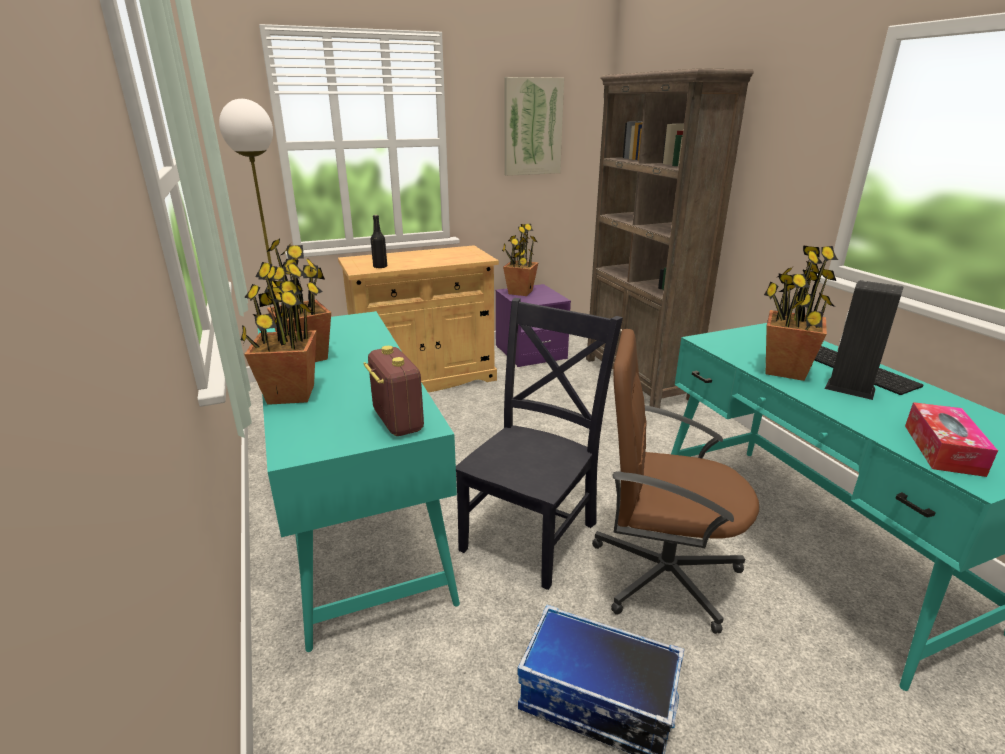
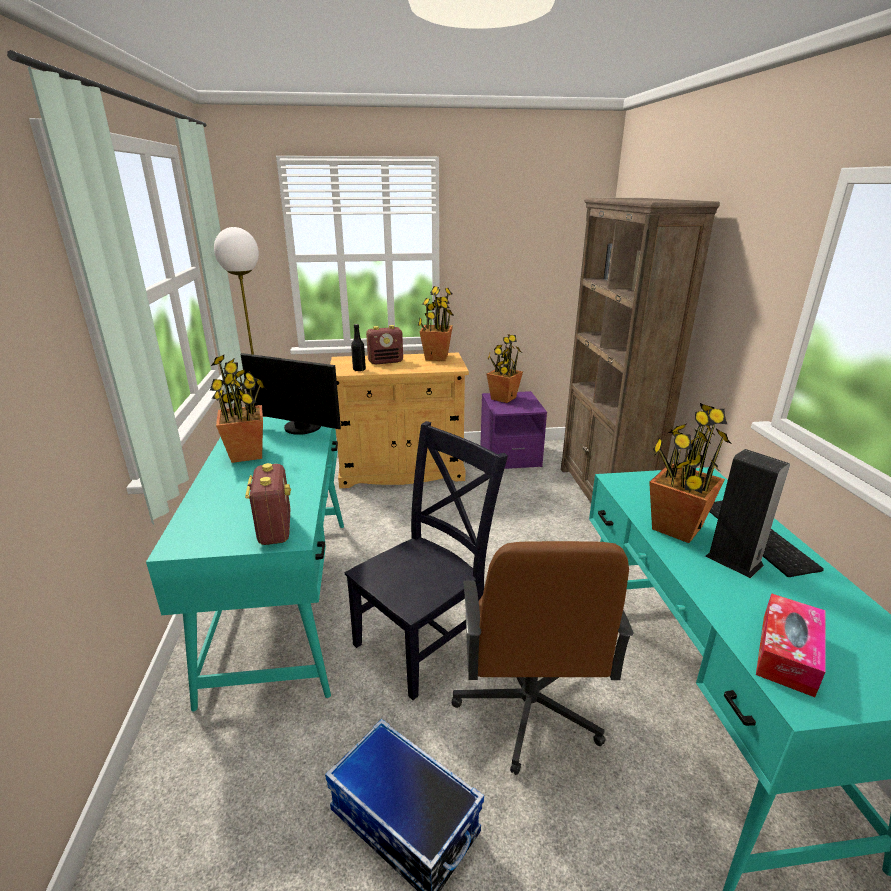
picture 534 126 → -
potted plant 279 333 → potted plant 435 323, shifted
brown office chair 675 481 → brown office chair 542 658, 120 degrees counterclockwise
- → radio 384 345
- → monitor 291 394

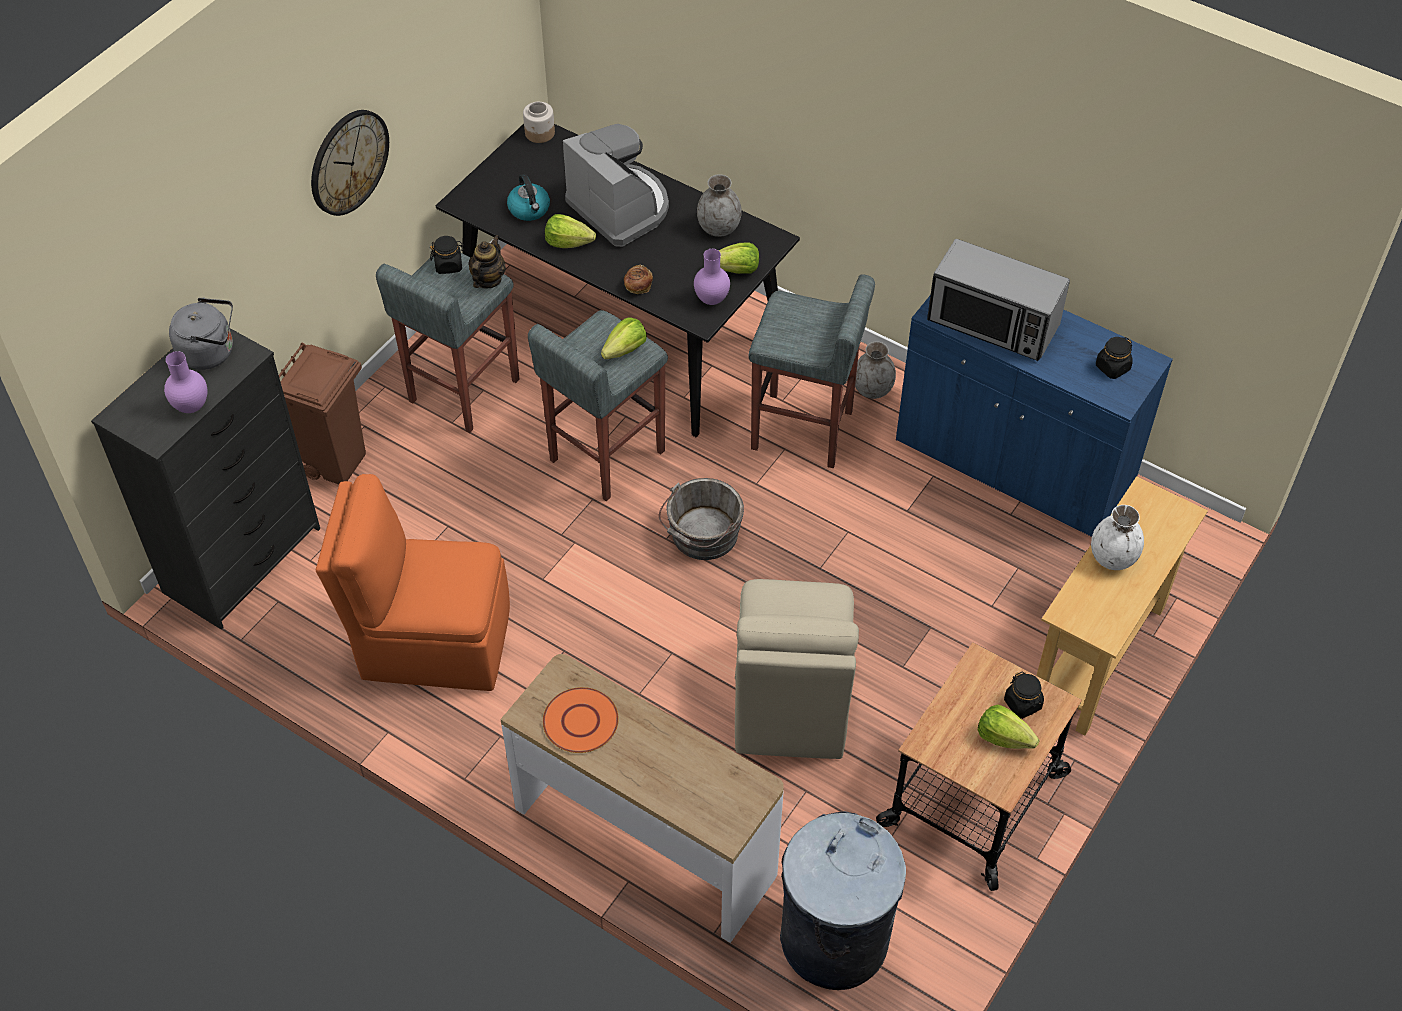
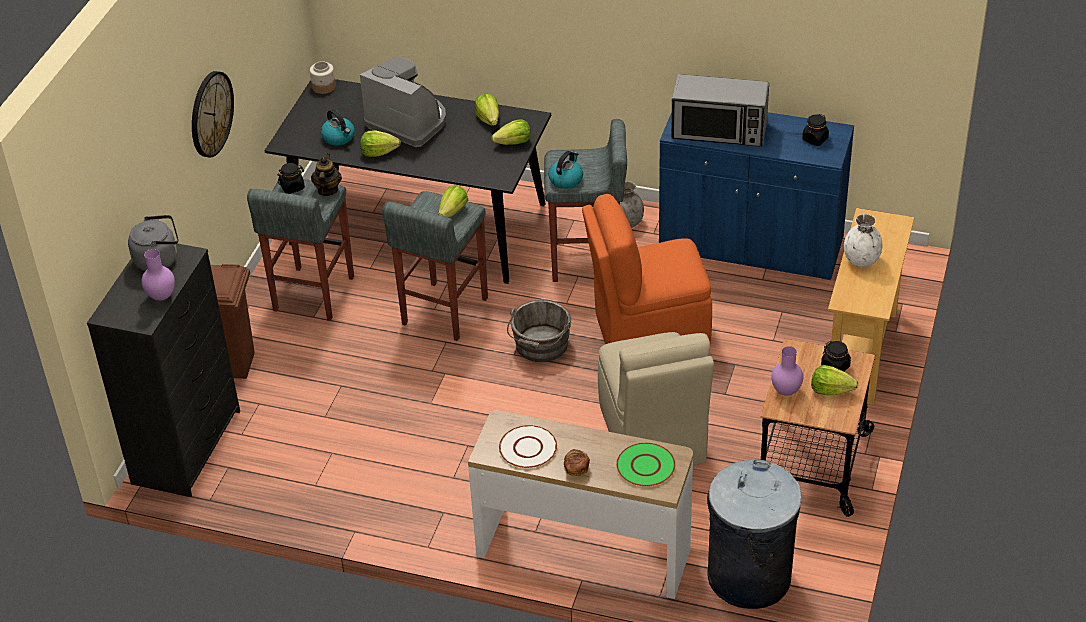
grey vase 719 205 → lettuce 487 110
purple vase 712 277 → purple vase 787 371, shifted
bread 638 279 → bread 577 462, shifted
orange chair 413 582 → orange chair 647 269, shifted
orange plate 581 720 → white plate 528 446
- → kettle 565 170
- → green plate 645 464

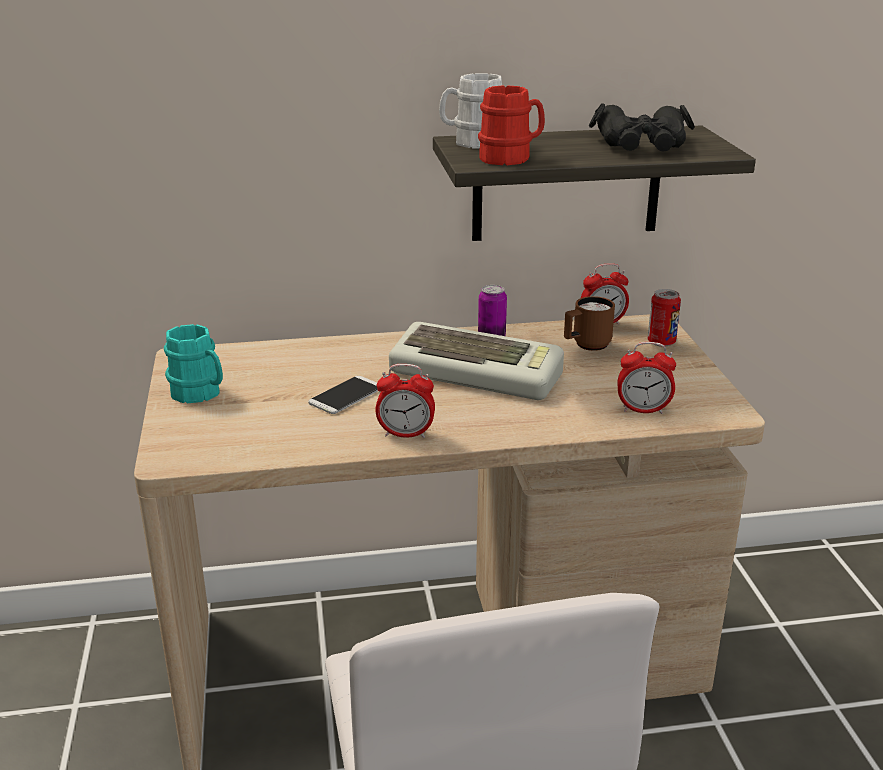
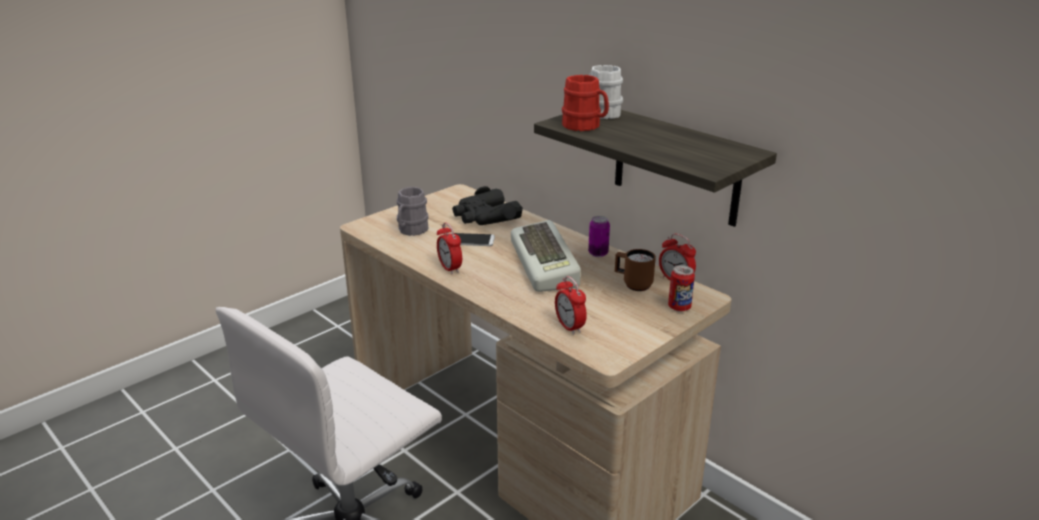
black binoculars 642 127 → black binoculars 487 205, shifted
turquoise mug 193 363 → -
- → grey mug 413 211

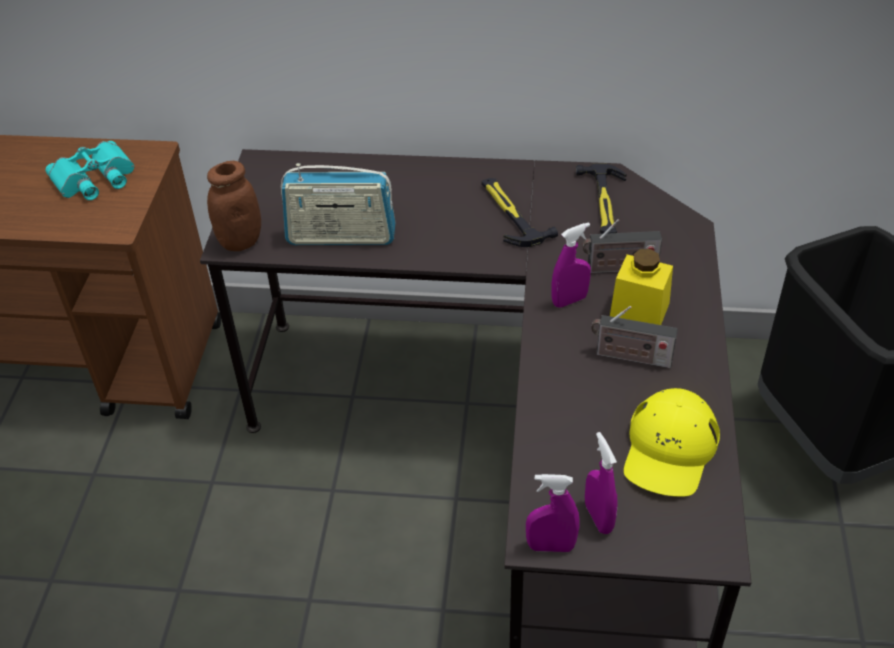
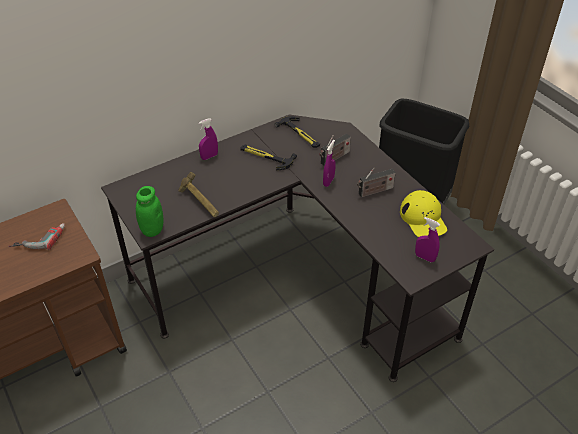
turquoise binoculars 90 170 → power drill 36 236
brown jar 234 206 → green jar 149 211
radio 338 204 → hammer 198 195
yellow jar 641 287 → -
purple spray bottle 552 513 → purple spray bottle 208 139, shifted

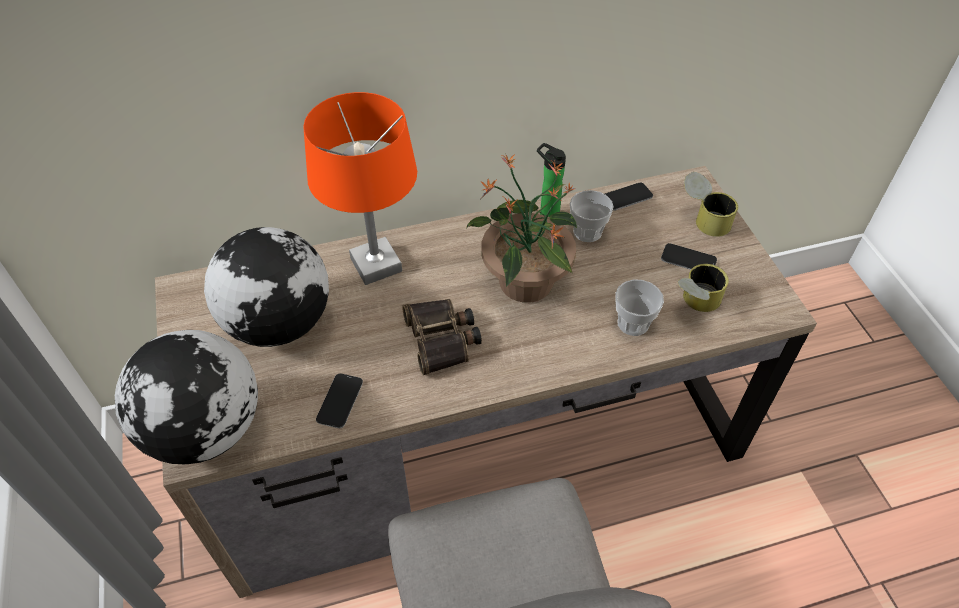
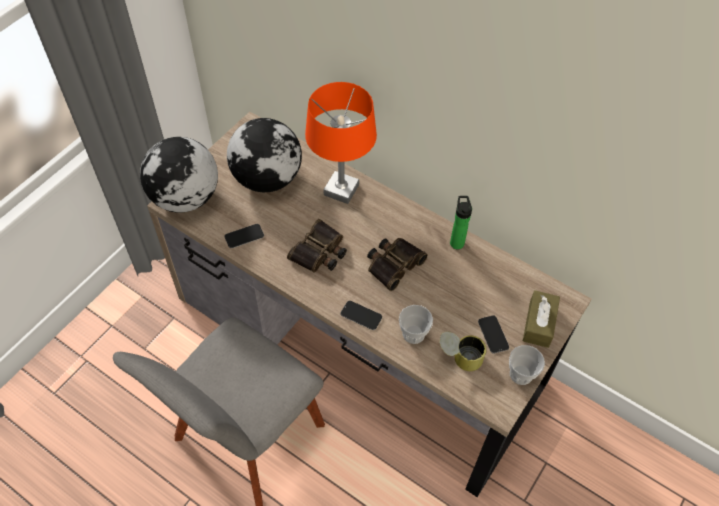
potted plant 521 228 → binoculars 397 264
can 711 204 → brown tissue box 541 319
phone 629 197 → phone 361 315, shifted
cup 592 216 → cup 527 365, shifted

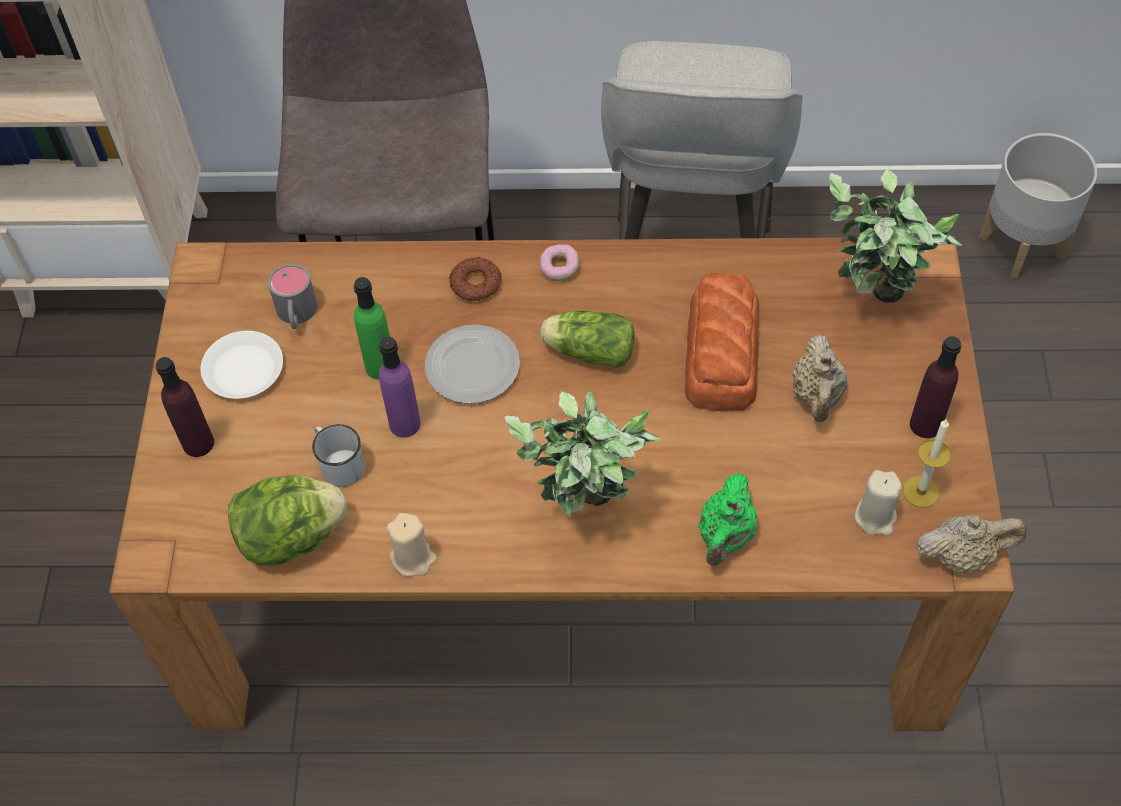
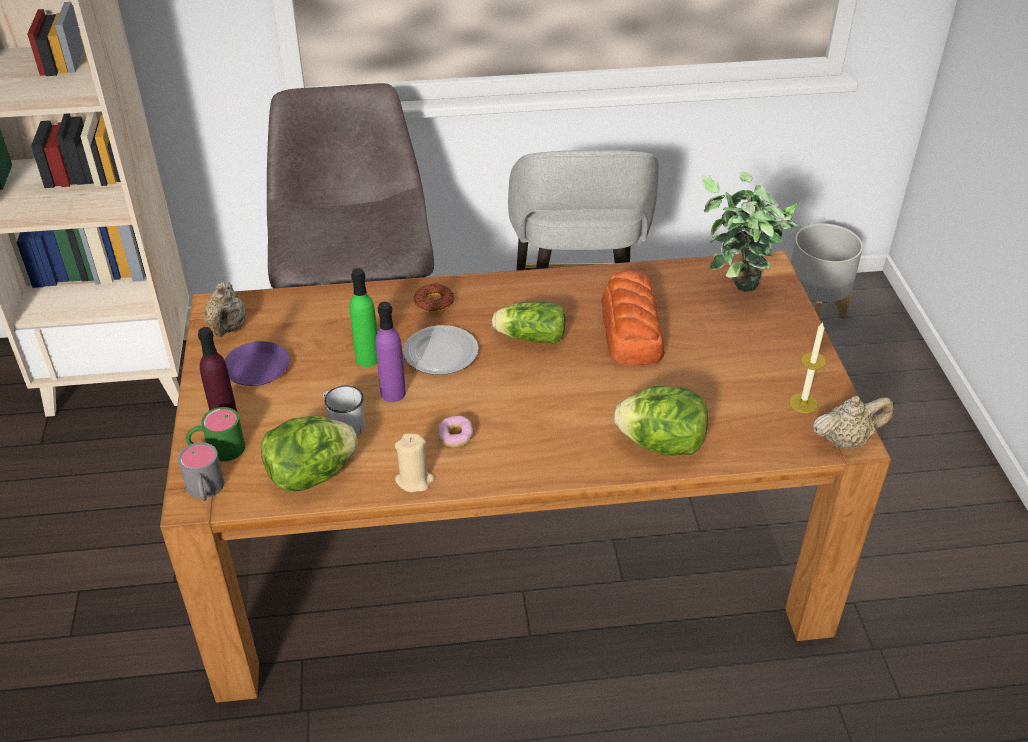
donut 560 262 → donut 455 432, shifted
grey mug 292 296 → grey mug 201 472, shifted
white plate 242 365 → purple plate 257 363
beige teapot 820 378 → beige teapot 225 309, shifted
purple bottle 935 387 → -
potted plant 582 454 → -
beige candle 878 503 → -
green teapot 728 519 → lettuce 661 420
- → green mug 215 434

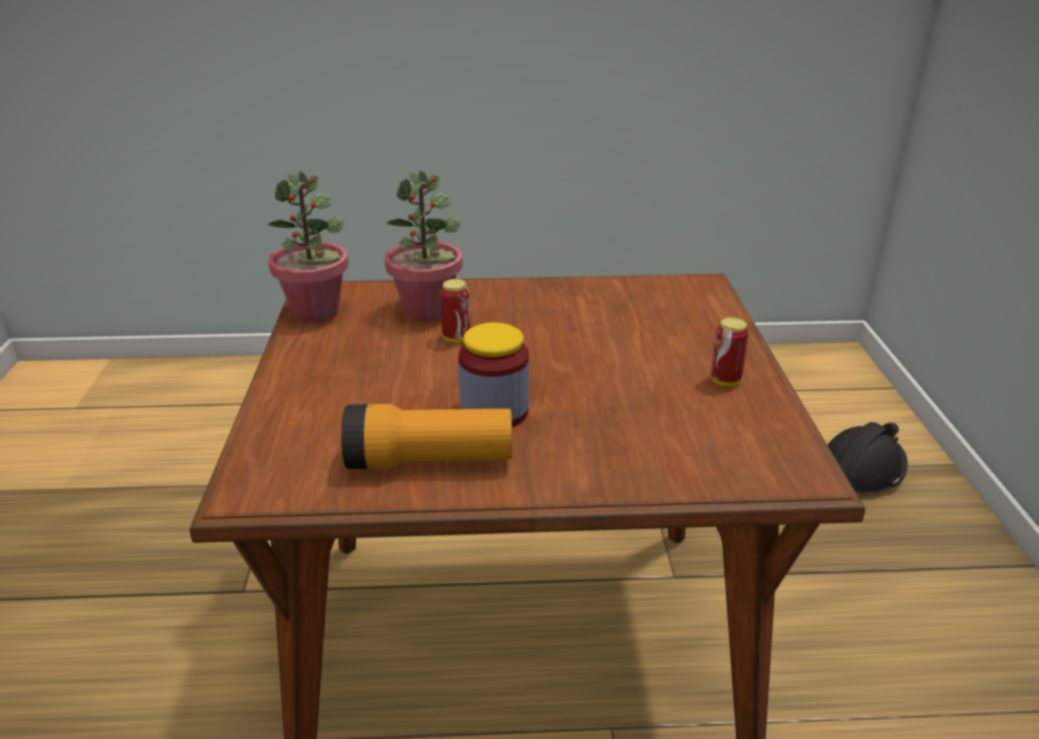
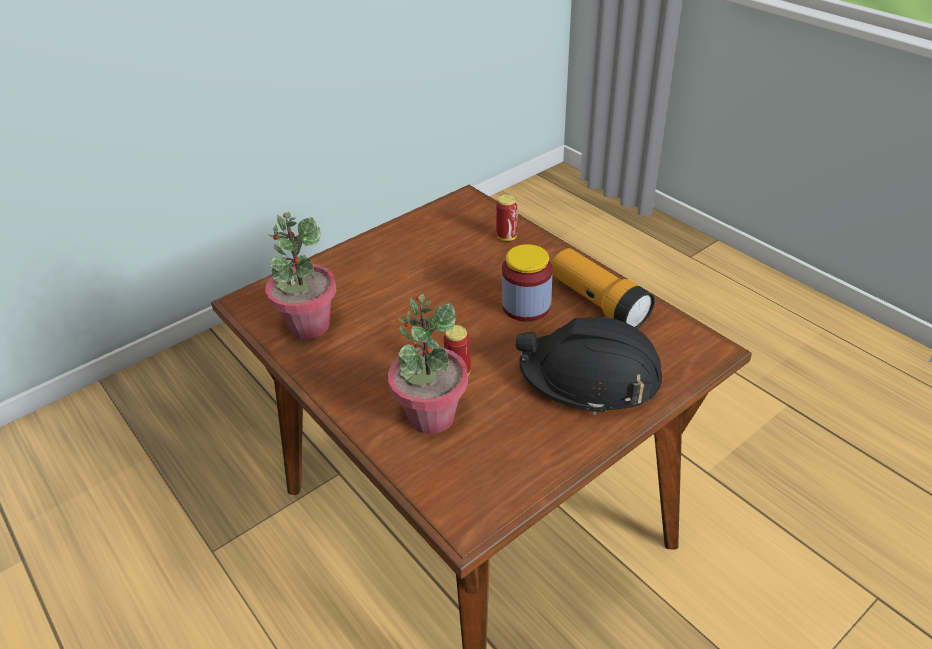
potted plant 307 247 → potted plant 301 275, shifted
can 730 351 → can 507 218, shifted
black hard hat 867 457 → black hard hat 589 366, shifted

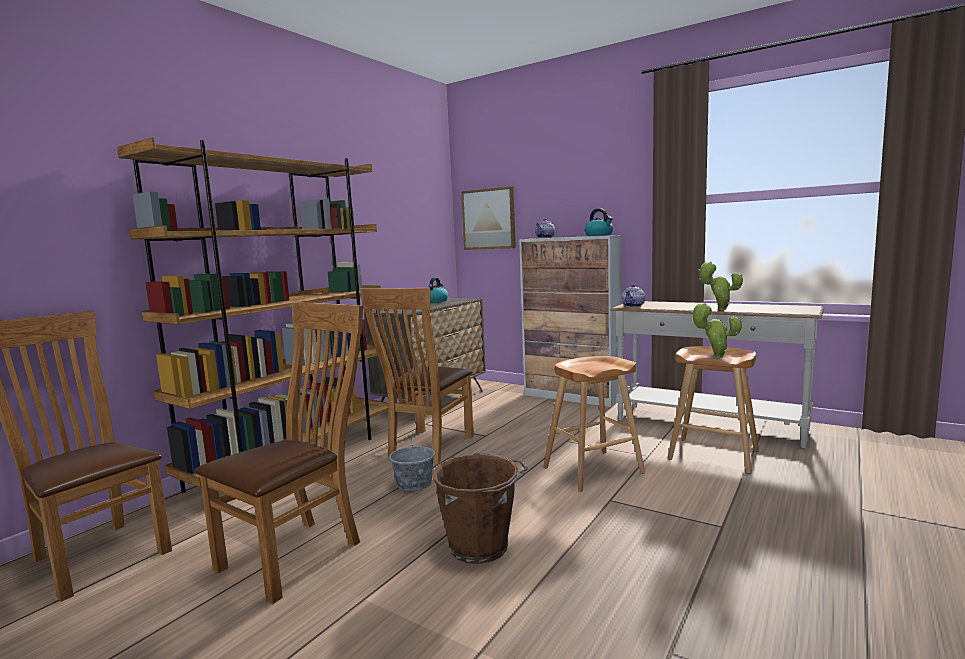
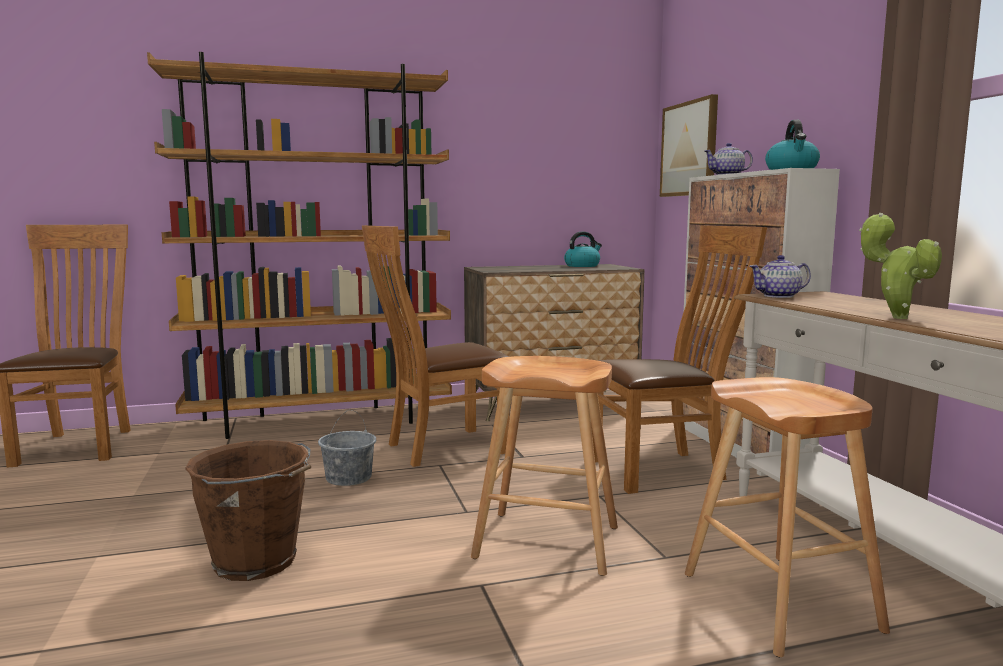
brown chair 279 453 → brown chair 679 360, shifted
potted plant 716 330 → -

